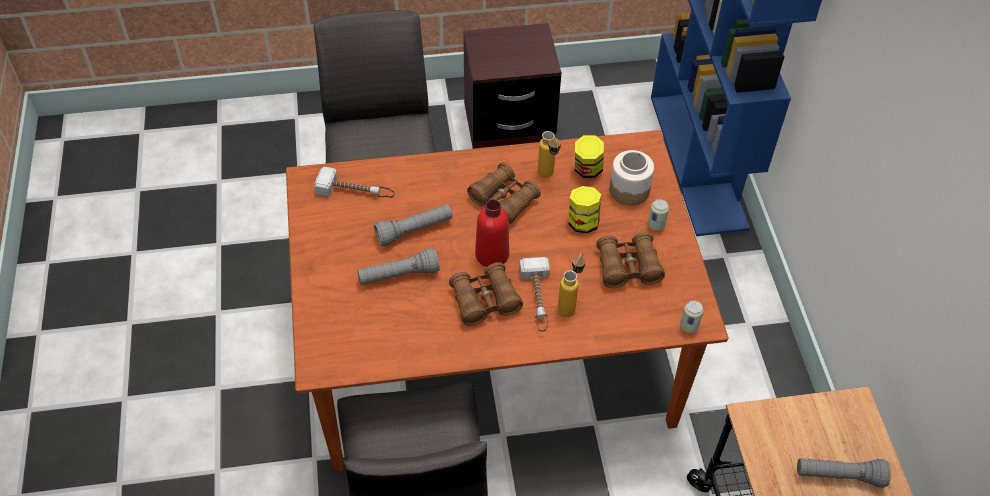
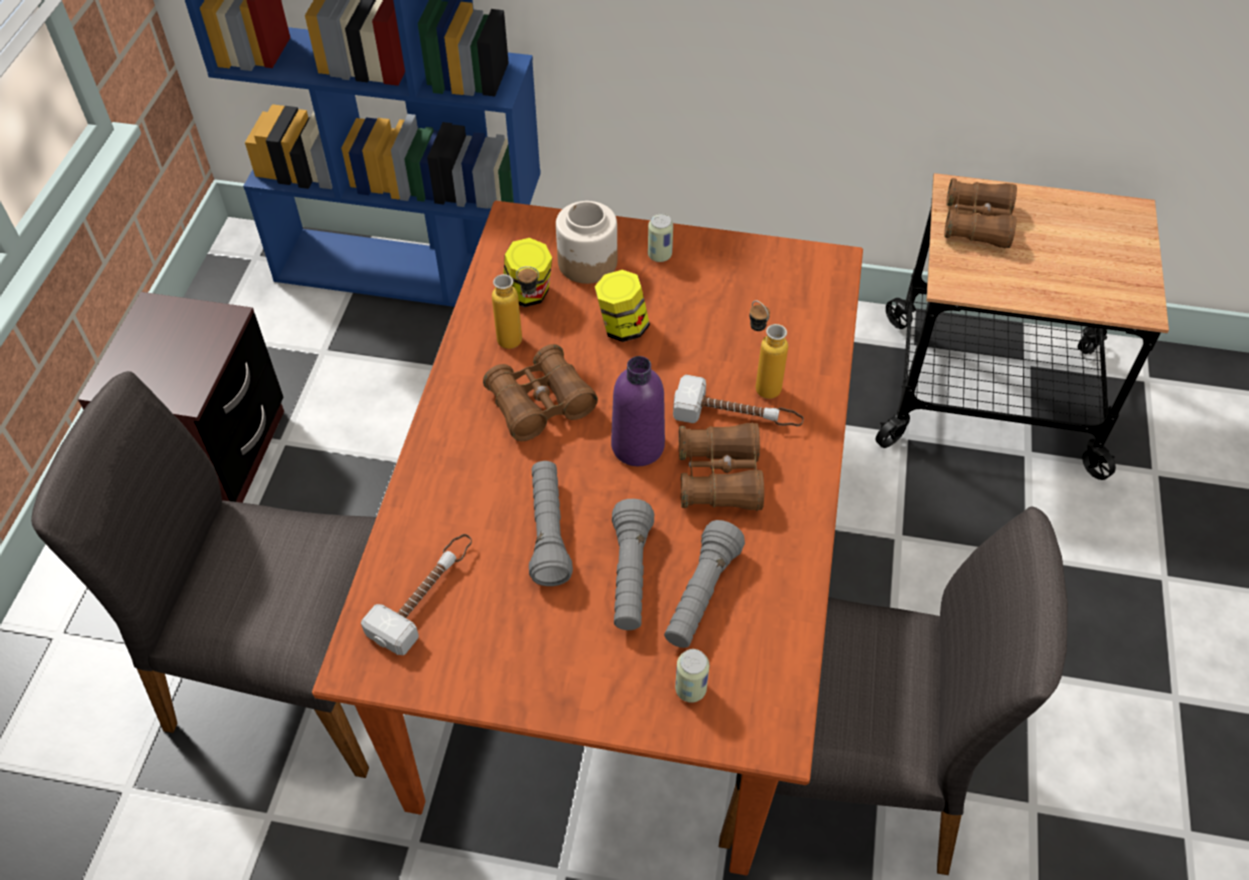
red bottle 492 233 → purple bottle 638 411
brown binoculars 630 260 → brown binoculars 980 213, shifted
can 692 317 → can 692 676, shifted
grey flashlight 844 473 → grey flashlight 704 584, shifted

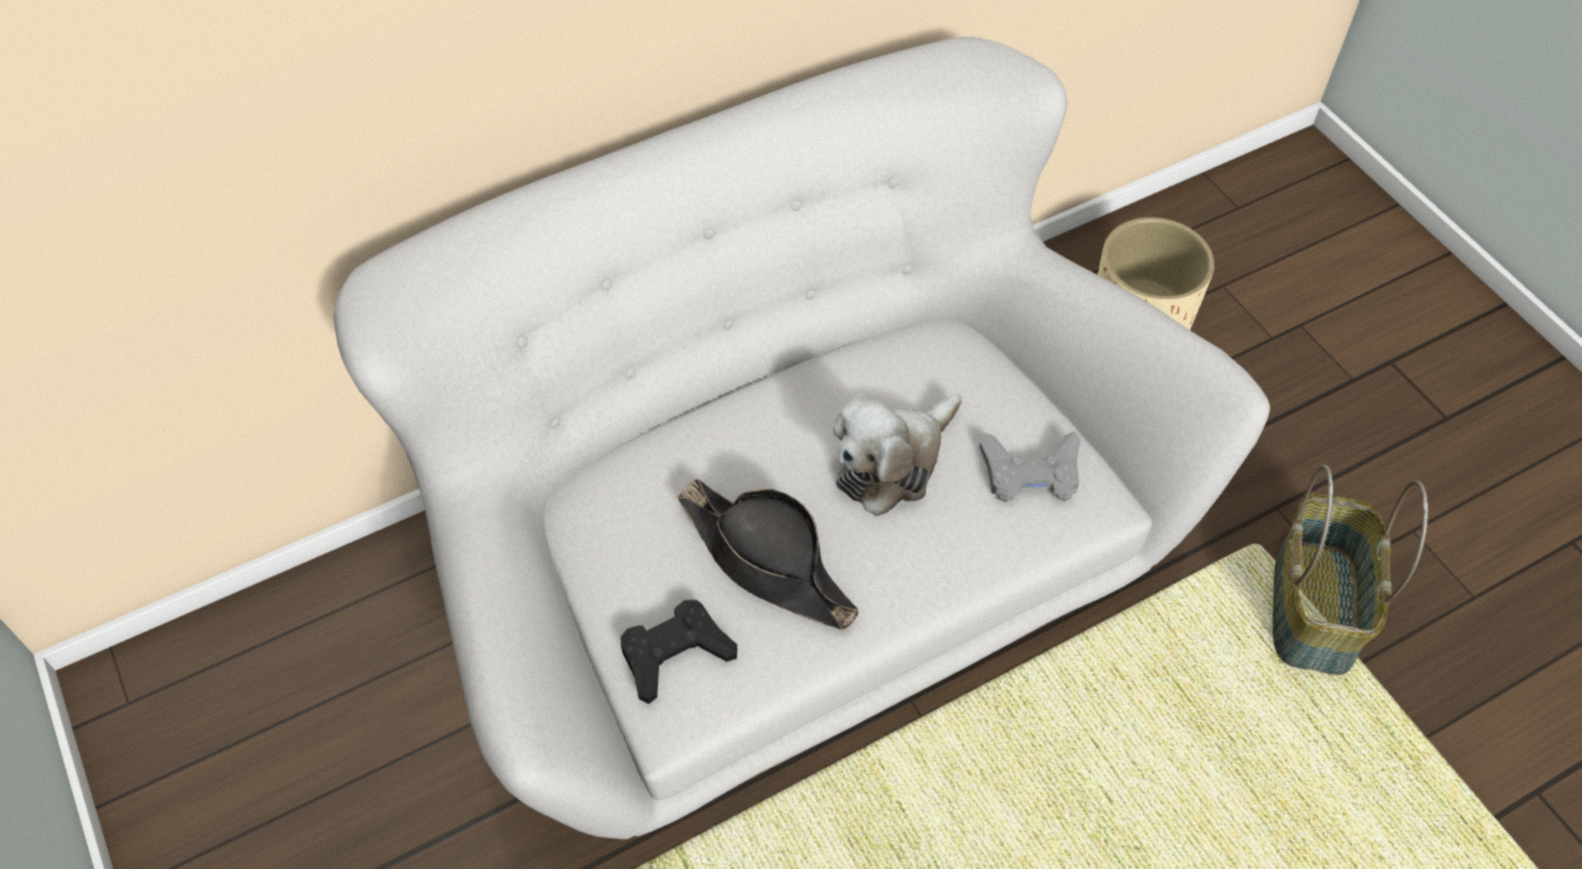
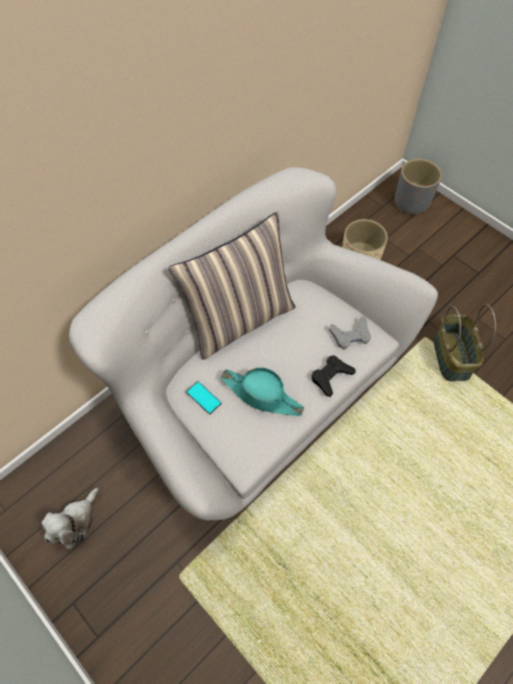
plush toy 897 455 → plush toy 70 519, shifted
black hat 768 554 → turquoise hat 262 391
black game controller 679 652 → black game controller 334 376, shifted
- → grey planter 418 186
- → pillow 232 286
- → phone 204 398

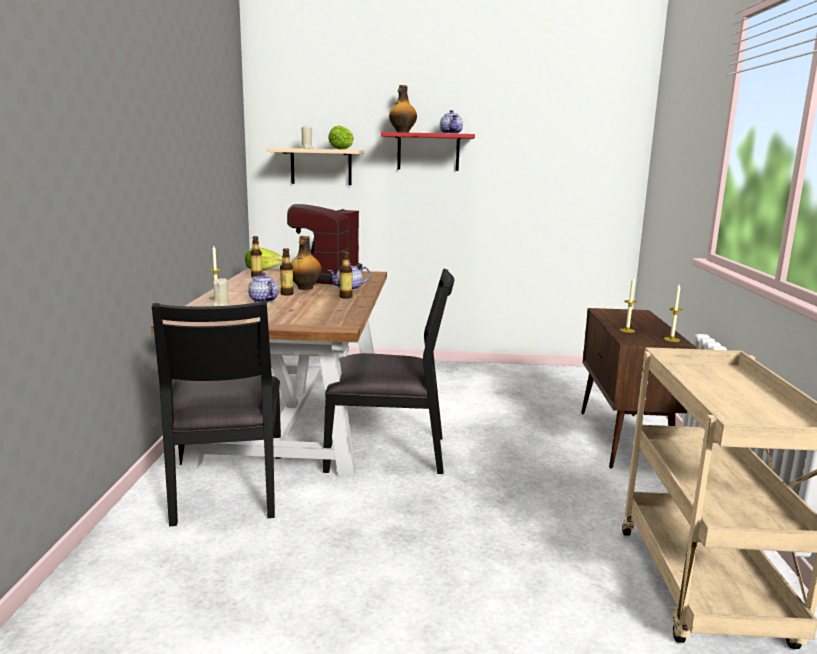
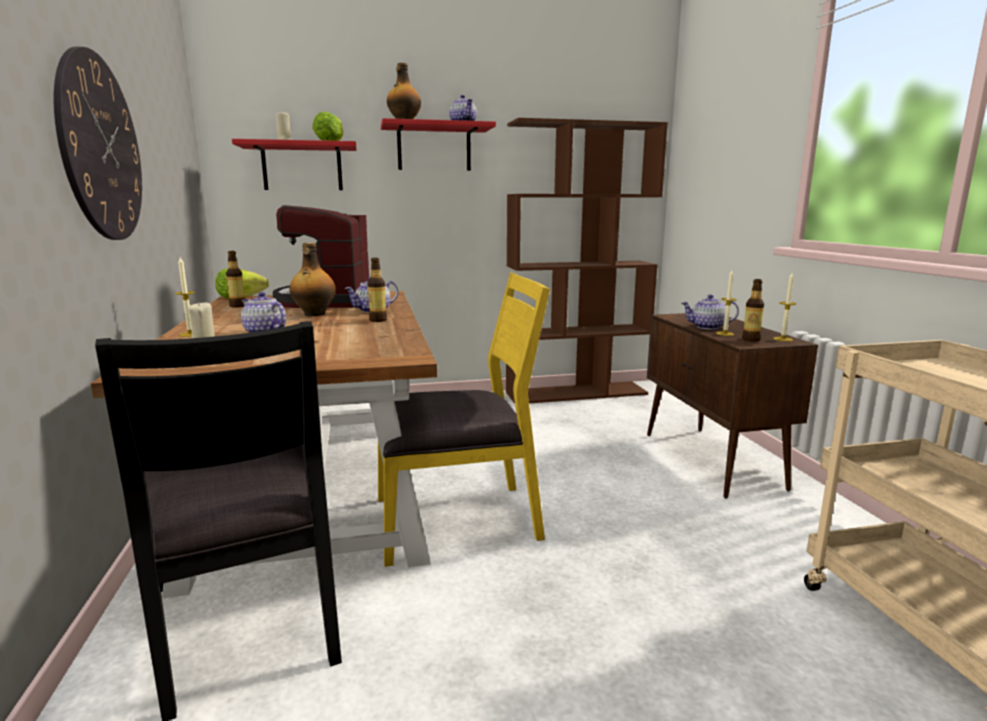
beige shelf 315 166 → red shelf 294 164
bottle 287 272 → bottle 753 310, shifted
black chair 388 371 → yellow chair 464 419
- → wall clock 98 143
- → brown bookcase 587 261
- → teapot 710 312

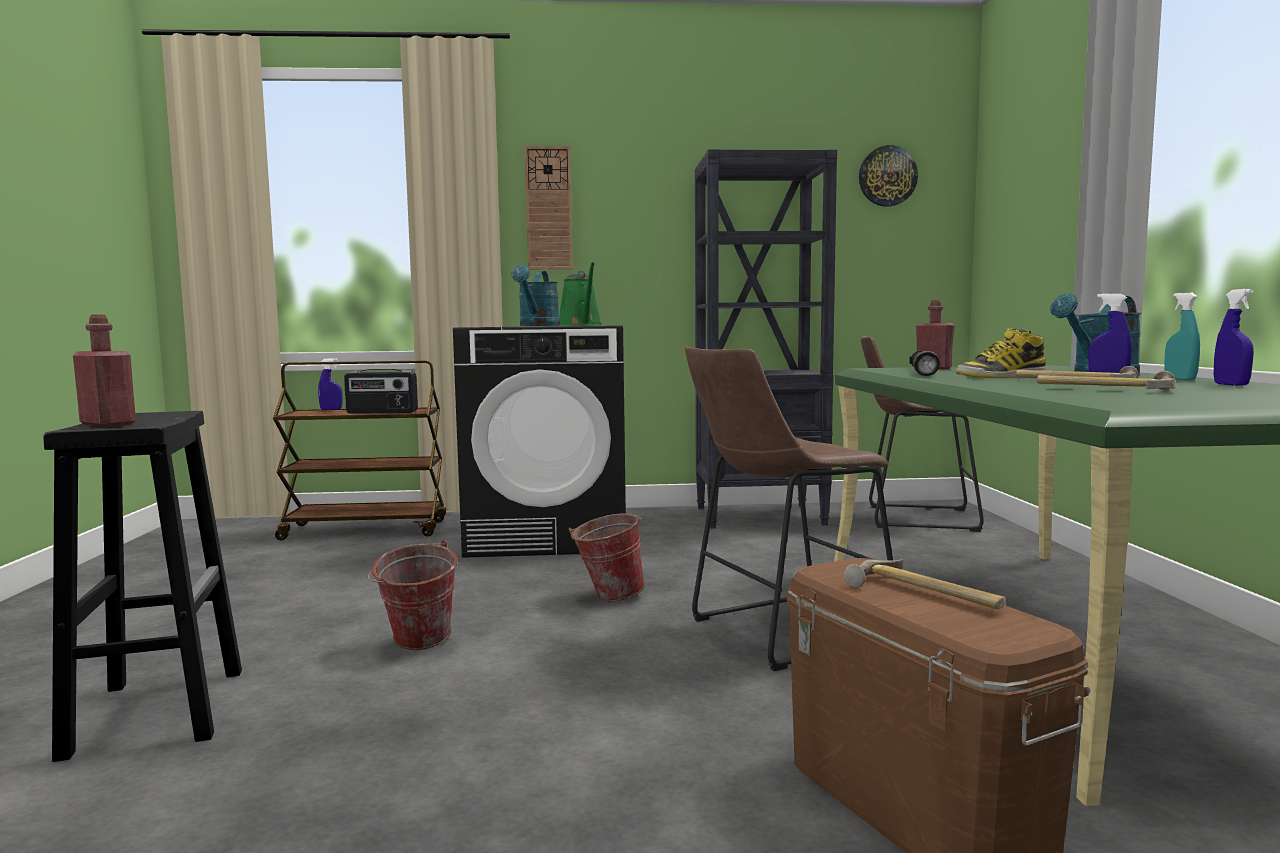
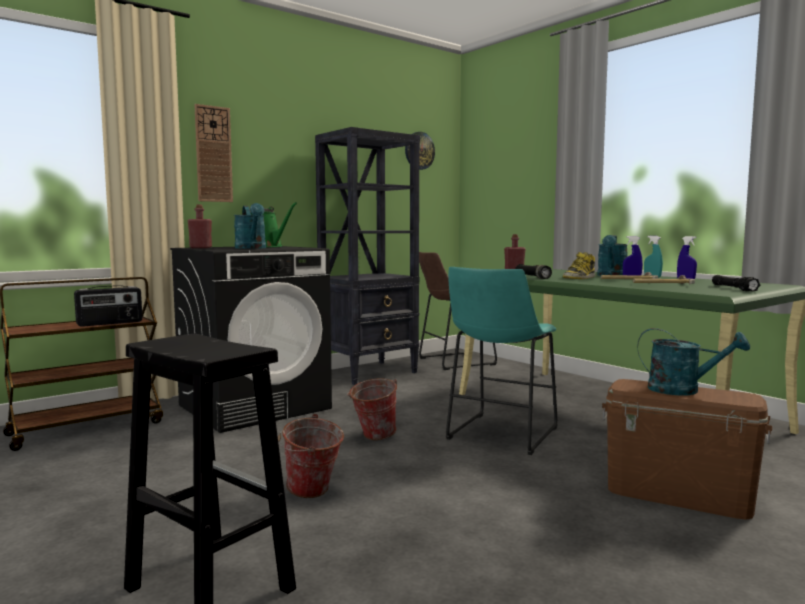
red bottle 104 370 → red bottle 200 226, shifted
brown stool 789 509 → turquoise stool 502 361
blue spray bottle 330 384 → -
hammer 925 584 → turquoise watering can 693 361
- → black flashlight 736 283

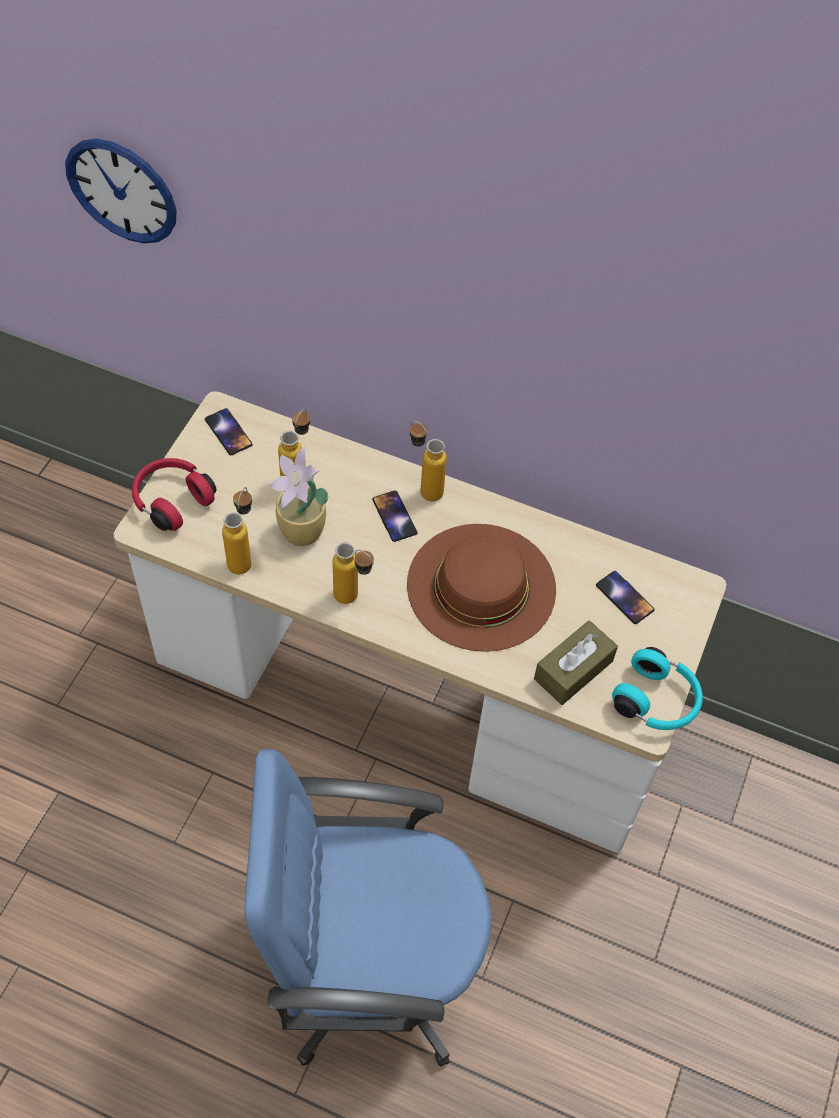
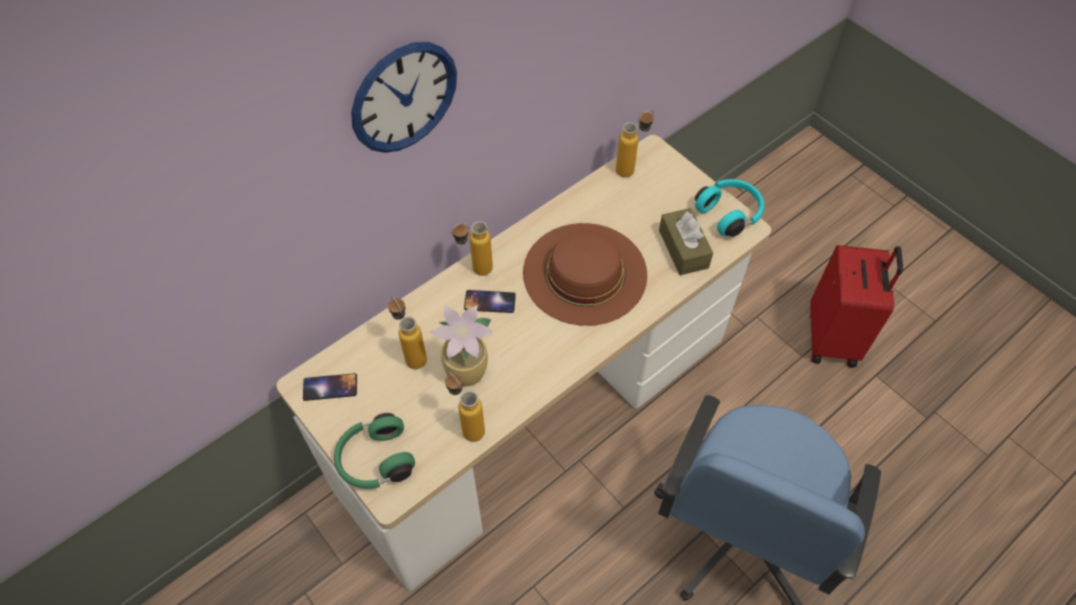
wall clock 121 191 → wall clock 404 97, shifted
red headphones 174 494 → green headphones 374 451
bottle 353 573 → bottle 635 143, shifted
phone 625 597 → -
- → red suitcase 856 306

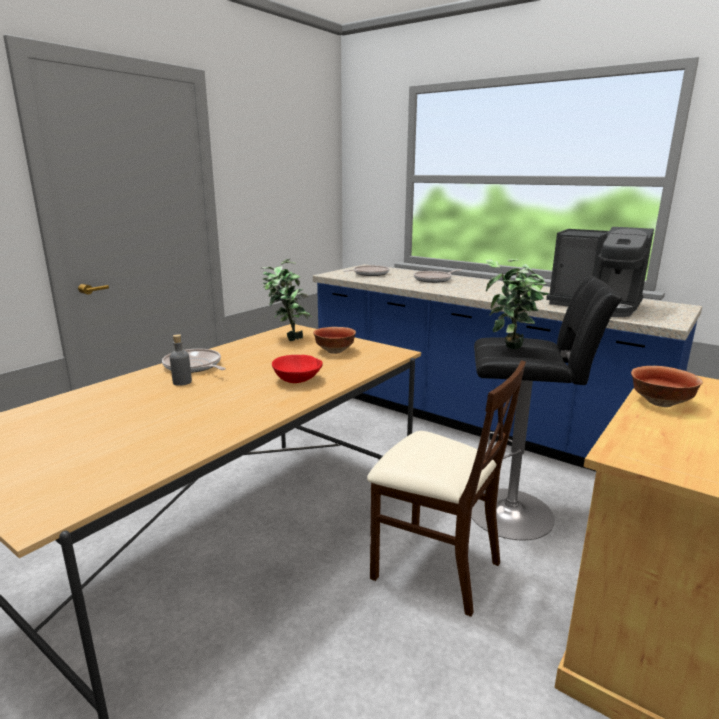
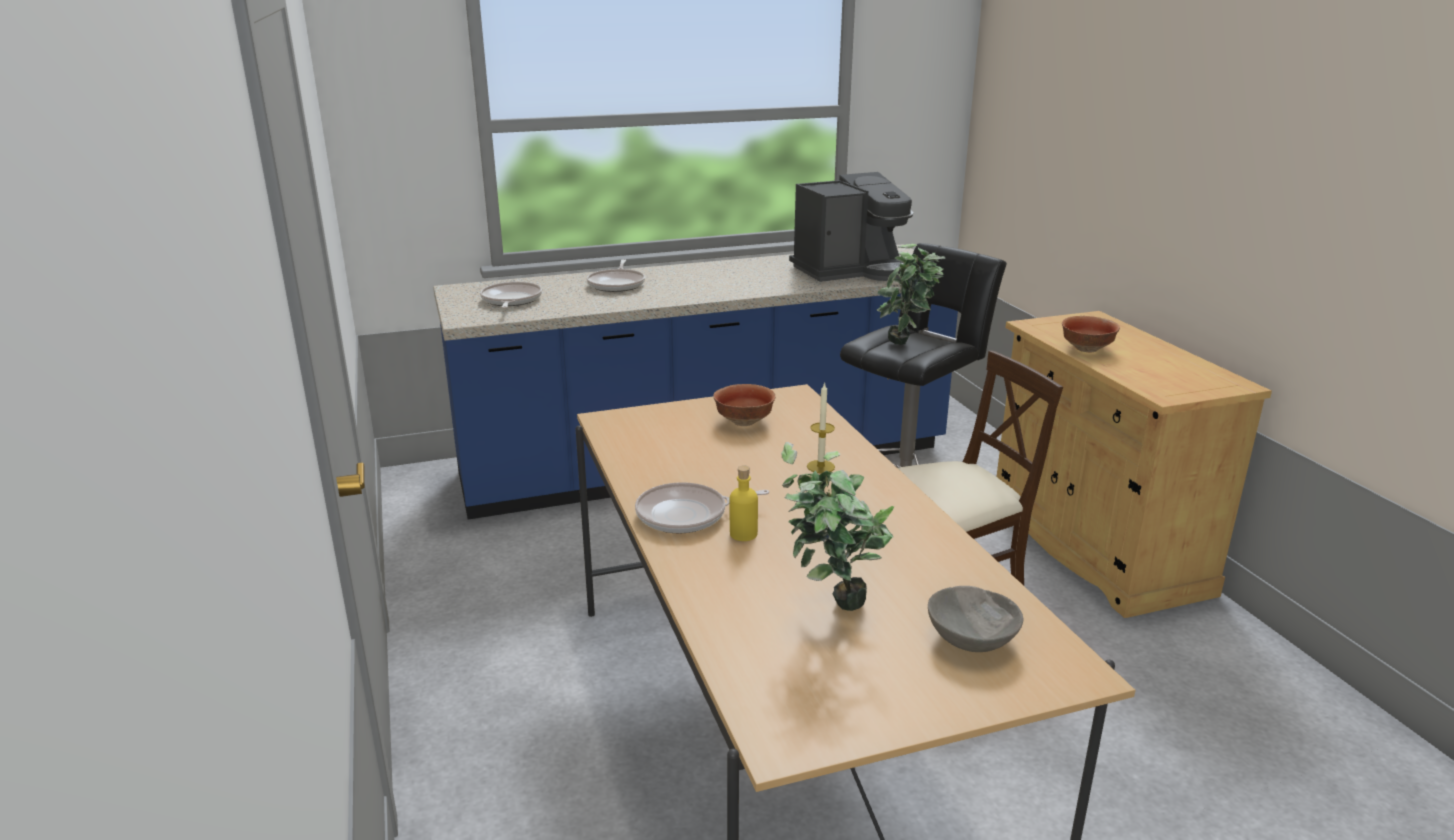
potted plant 287 299 → potted plant 837 526, shifted
grey bottle 181 360 → yellow bottle 744 503
red bowl 297 369 → candle 821 427
- → grey bowl 976 619

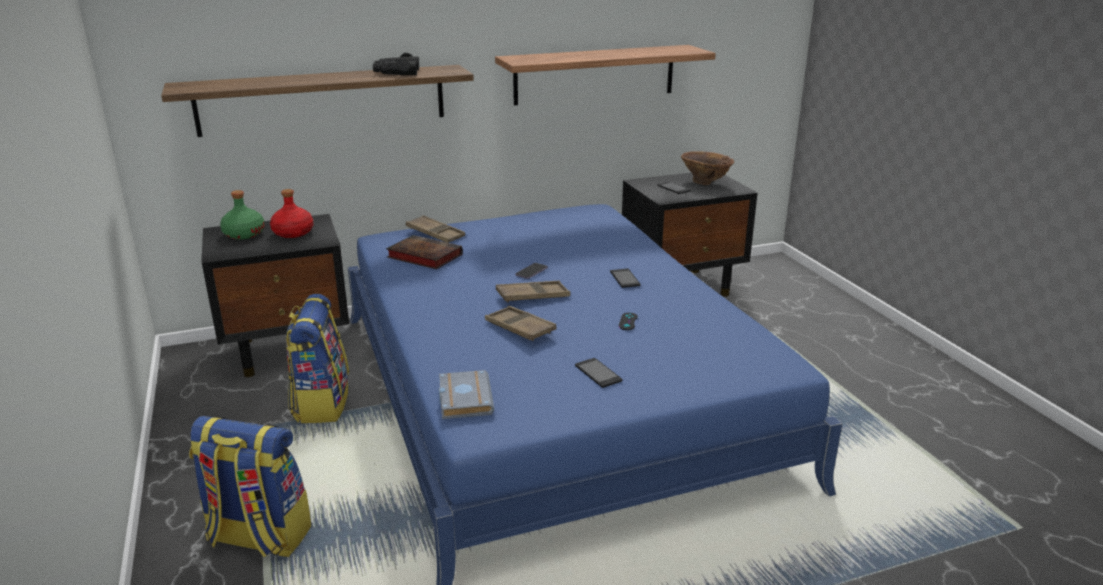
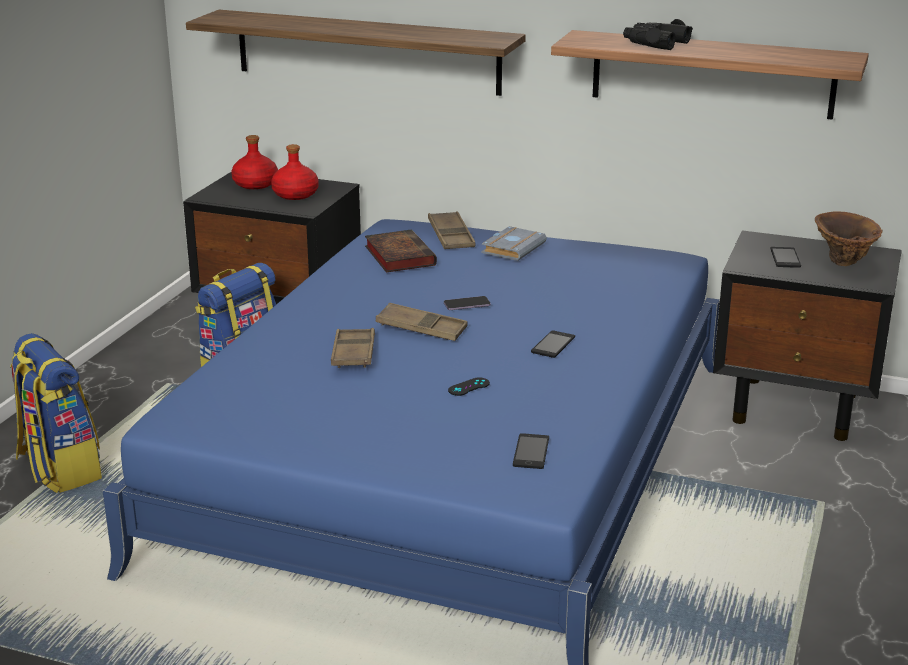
black binoculars 396 64 → black binoculars 658 34, shifted
green bottle 242 214 → red bottle 254 162
phone 599 373 → phone 531 451, shifted
grey book 466 394 → grey book 514 243, shifted

